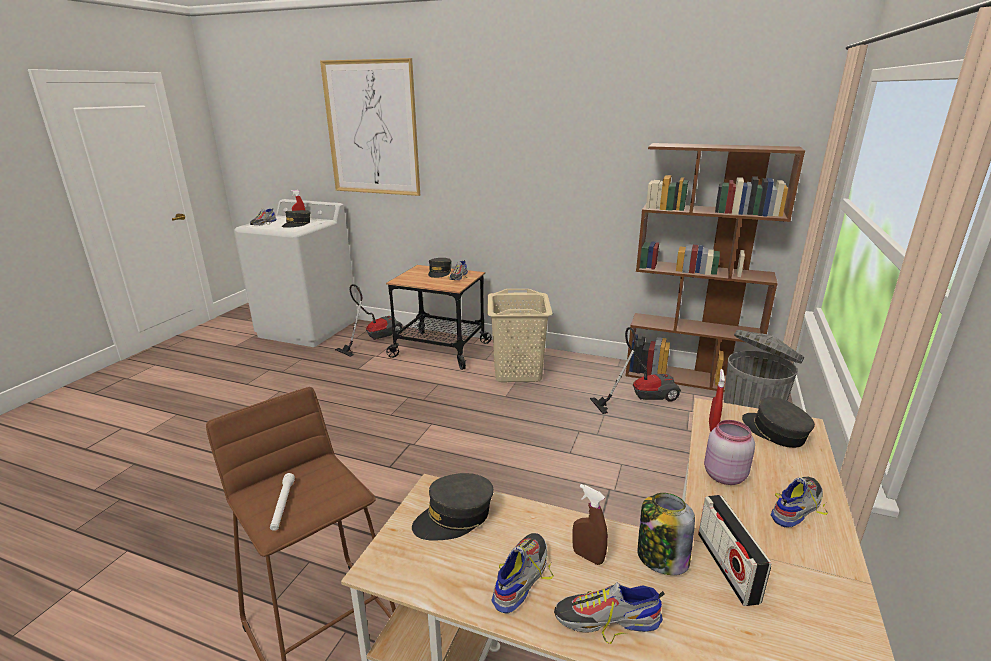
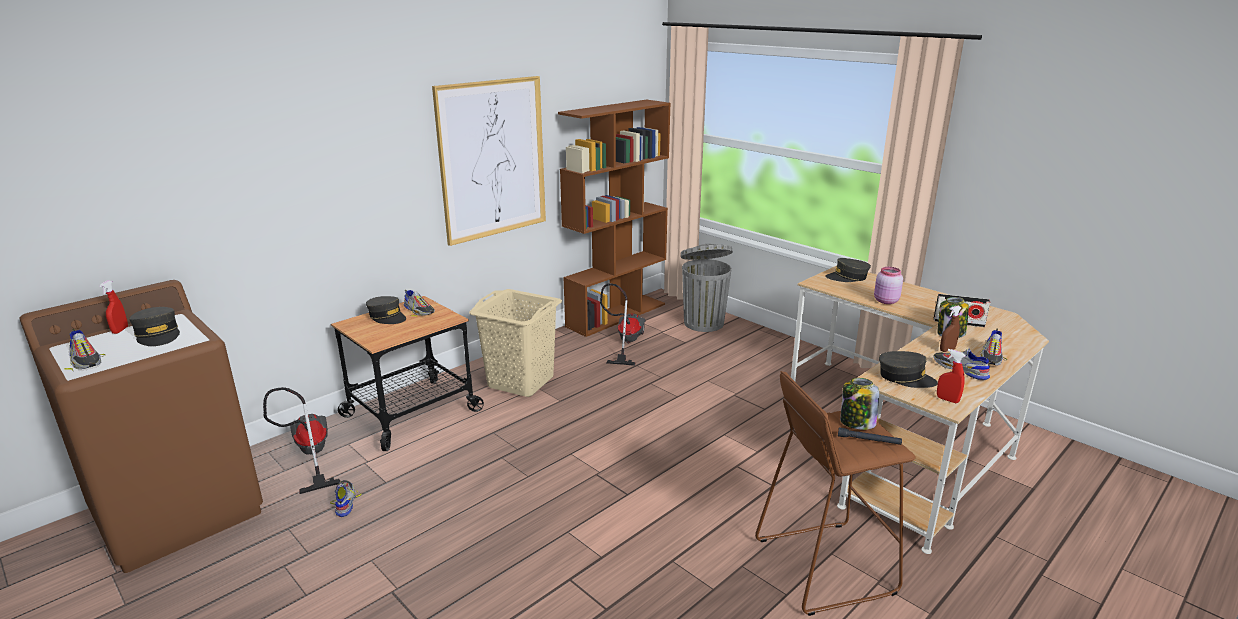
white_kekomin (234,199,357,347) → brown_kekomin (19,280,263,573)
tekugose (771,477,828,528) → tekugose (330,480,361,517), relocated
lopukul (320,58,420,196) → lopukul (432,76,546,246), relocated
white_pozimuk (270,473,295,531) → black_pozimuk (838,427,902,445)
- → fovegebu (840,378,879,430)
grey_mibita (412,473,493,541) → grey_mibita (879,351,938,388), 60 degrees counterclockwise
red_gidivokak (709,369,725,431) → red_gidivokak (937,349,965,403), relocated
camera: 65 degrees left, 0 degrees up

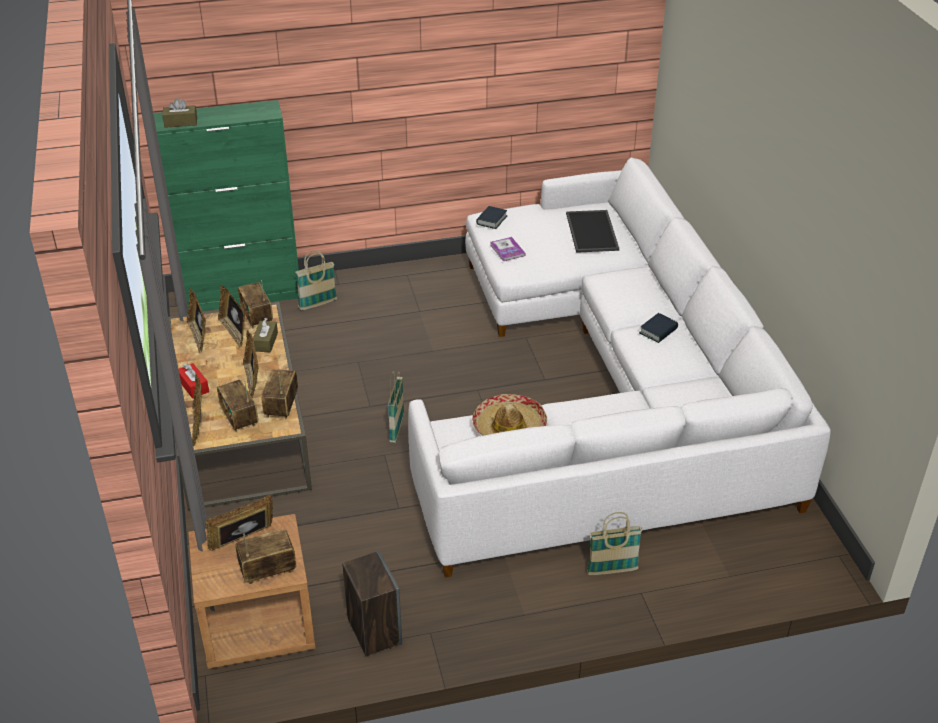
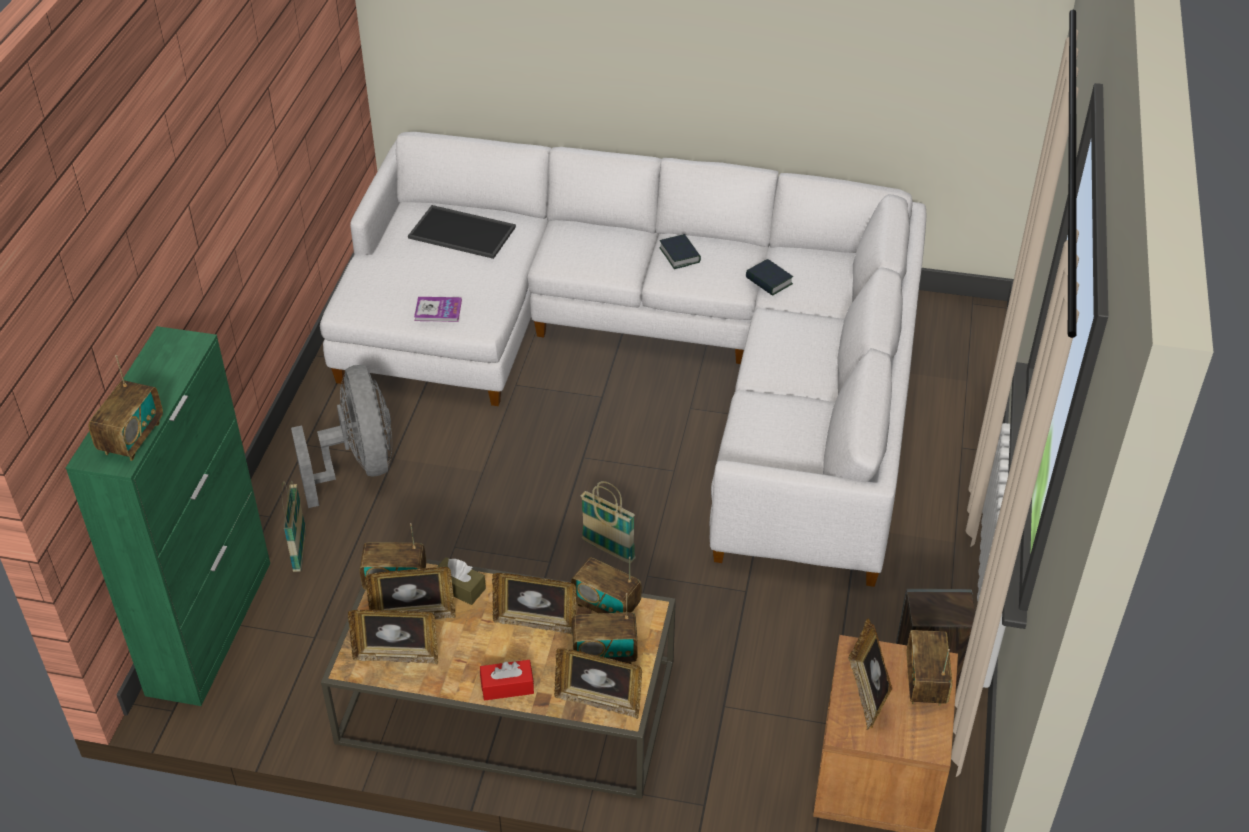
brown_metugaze (162,98,197,128) → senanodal (89,355,163,461)
- → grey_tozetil (291,365,392,508)
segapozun (476,206,507,229) → segapozun (746,259,793,296), relocated
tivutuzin (472,394,547,436) → -
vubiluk (587,512,642,575) → -
camera: 65 degrees left, 5 degrees up

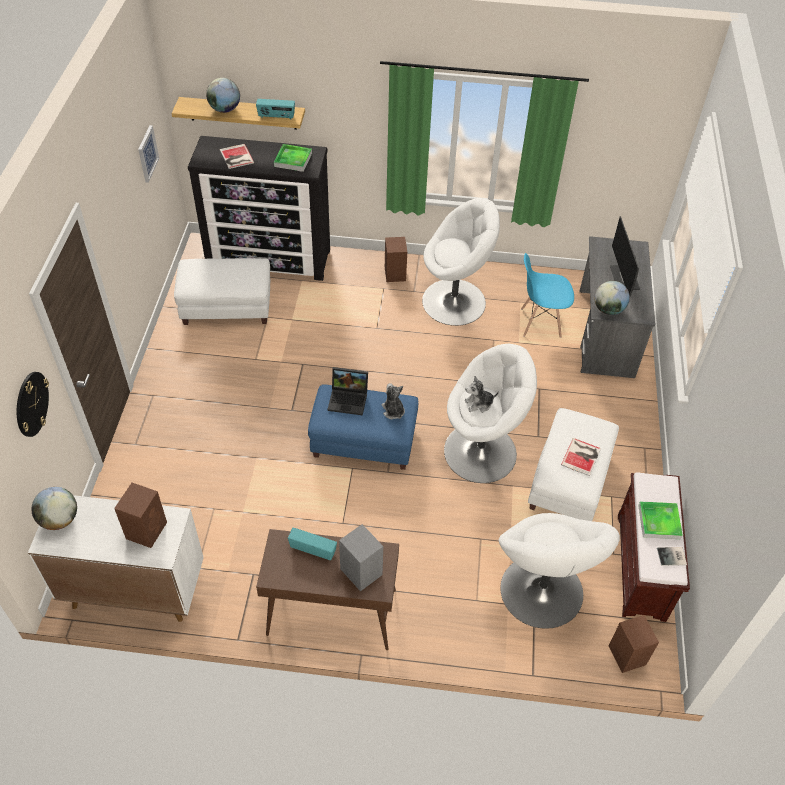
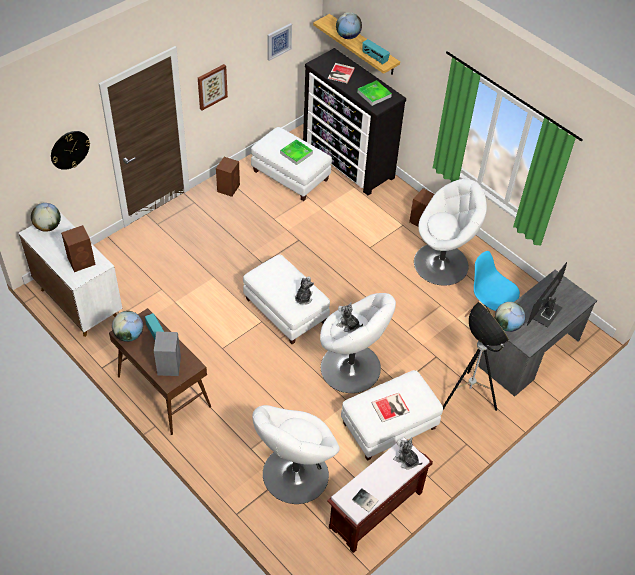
- → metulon (112,311,143,342)
- → lopukul (198,64,228,110)
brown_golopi (609,615,659,673) → brown_golopi (216,157,240,197), relocated
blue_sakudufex (308,385,418,470) → white_sakudufex (243,255,330,344)
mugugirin (638,502,683,539) → mugugirin (280,139,313,165), relocated
- → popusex (393,438,422,469)
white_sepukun (422,198,500,326) → white_sepukun (414,179,487,286), 45 degrees counterclockwise
- → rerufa (443,302,509,411)
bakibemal (328,367,368,416) → -
camera: 40 degrees right, 0 degrees up

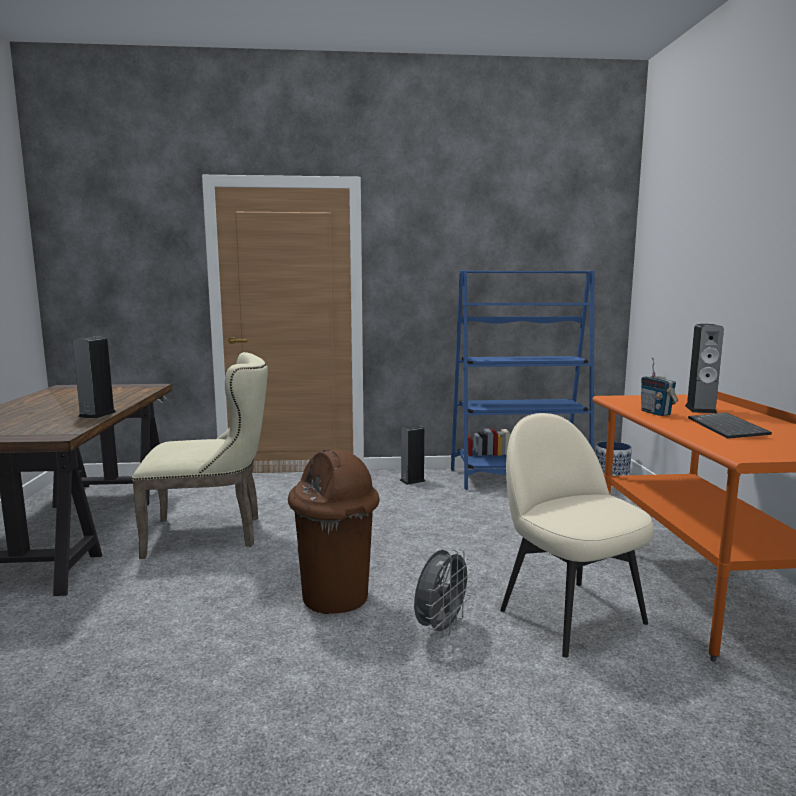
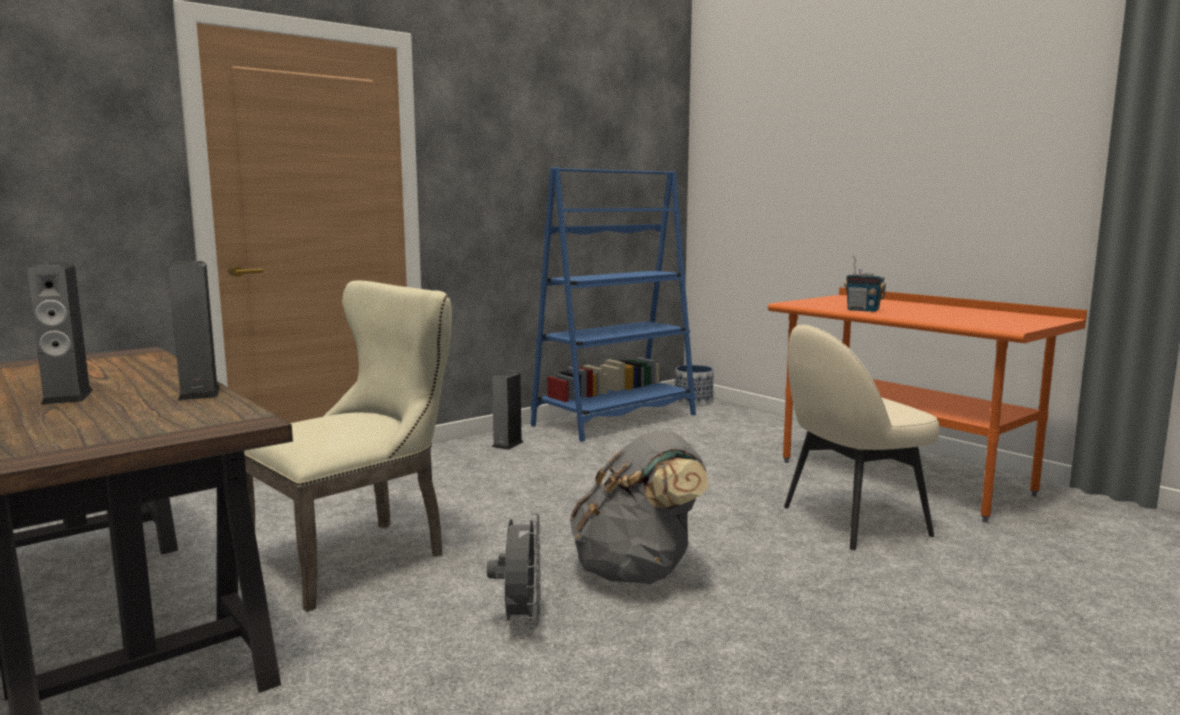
golopi (685,324,724,413) → golopi (27,262,93,405), relocated
grey_tozetil (414,549,473,638) → grey_tozetil (487,512,541,629), relocated
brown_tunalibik (288,449,379,614) → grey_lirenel (570,430,708,584)
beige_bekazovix (500,413,654,658) → beige_bekazovix (784,324,940,550), 45 degrees counterclockwise
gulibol (688,413,772,439) → -
camera: 35 degrees left, 0 degrees up

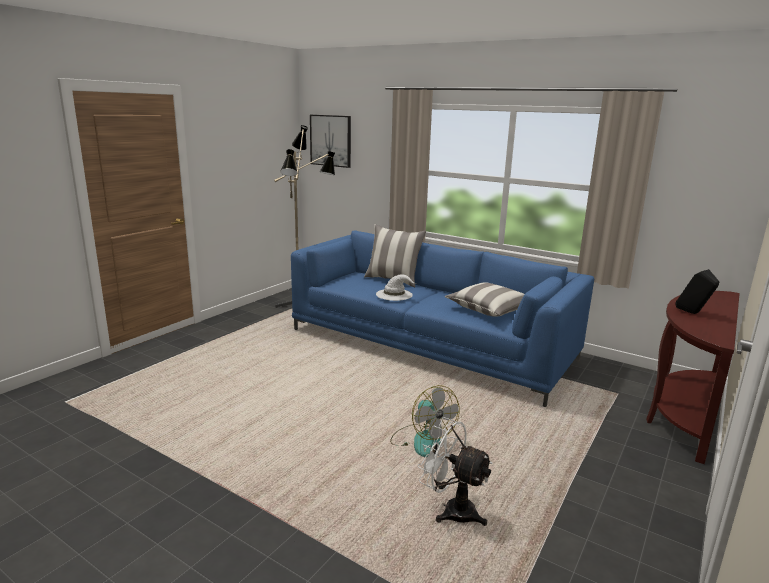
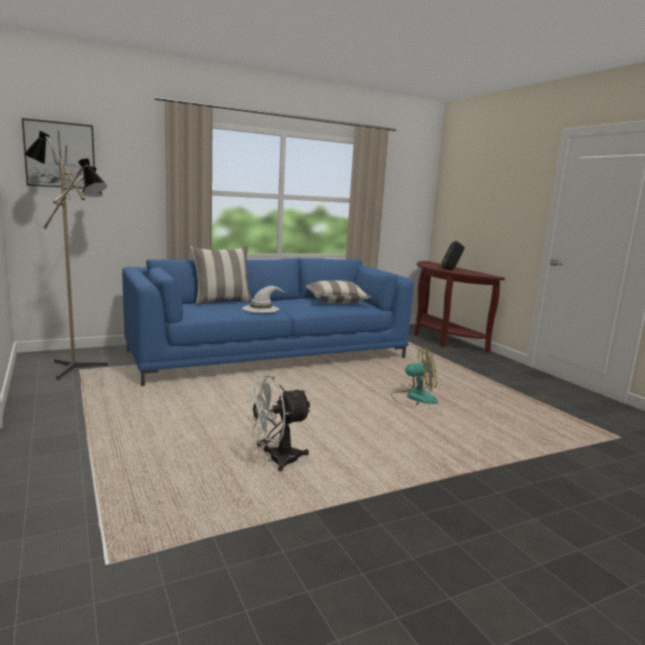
white_tozetil (417,417,493,526) → white_tozetil (247,375,312,471), relocated
camera: 60 degrees left, 5 degrees down

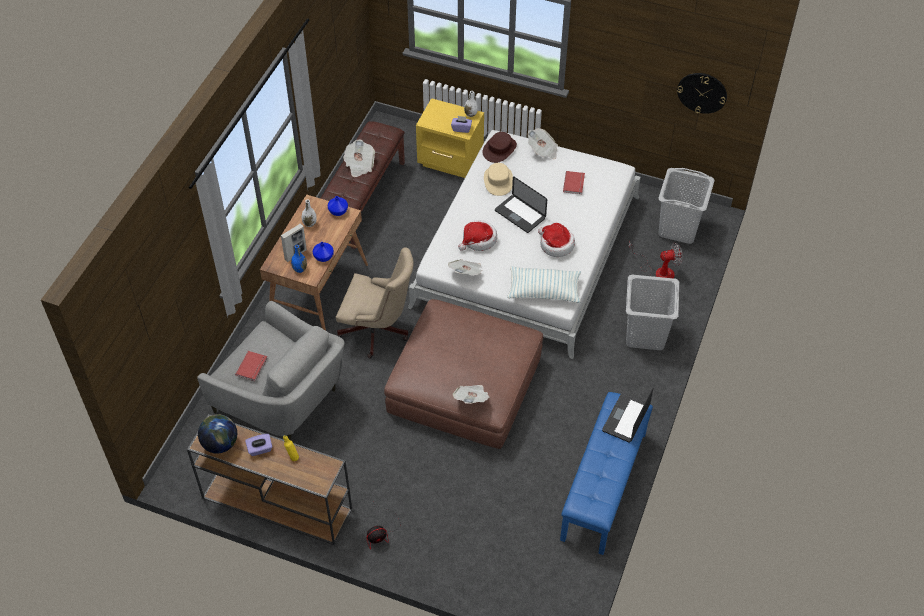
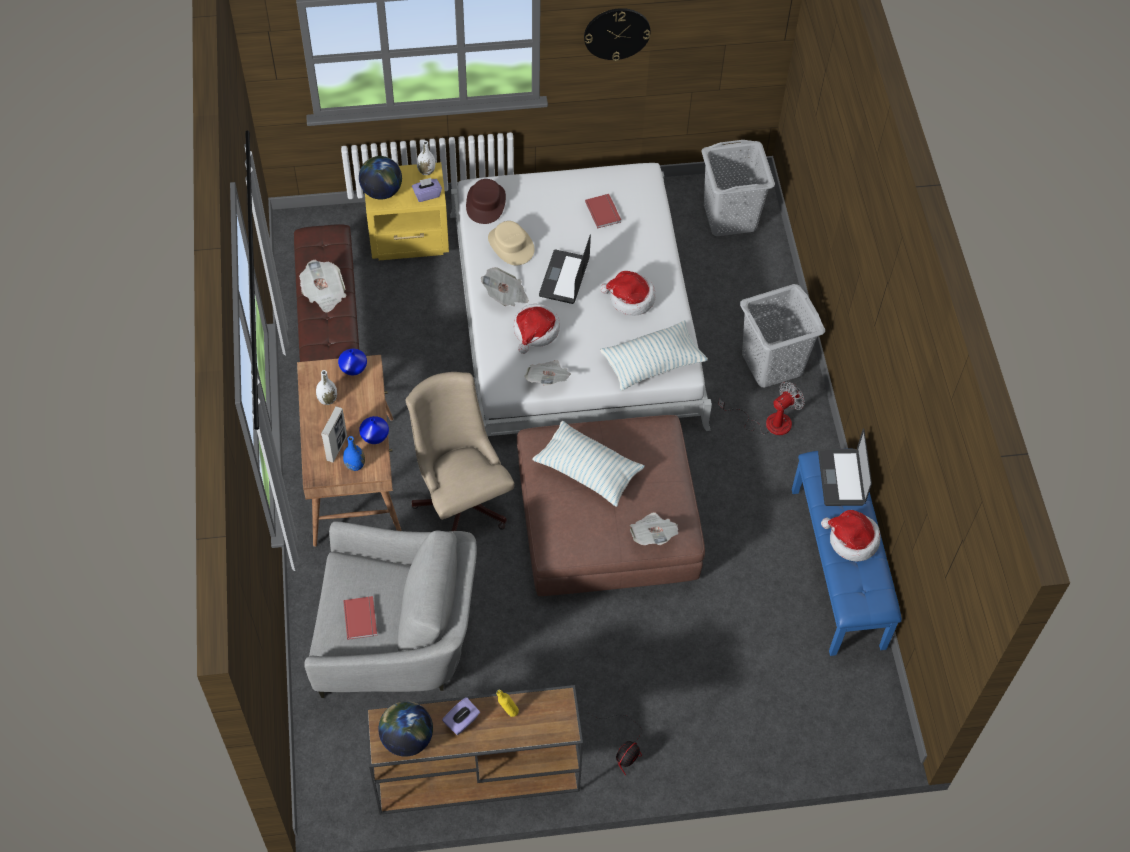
- → metulon (359,156,402,200)
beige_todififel (336,248,414,358) → beige_todififel (406,372,514,531), 105 degrees counterclockwise
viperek (528,128,558,159) → viperek (481,268,529,306), relocated
- → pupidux (532,421,645,507)
bakibemal (495,176,547,233) → bakibemal (539,234,591,304), 90 degrees clockwise
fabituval (677,73,727,114) → fabituval (584,8,650,61), relocated
tozetil (629,240,683,278) → tozetil (718,381,805,435), relocated
- → tivutuzin (821,510,881,561)
camera: 30 degrees left, 5 degrees up

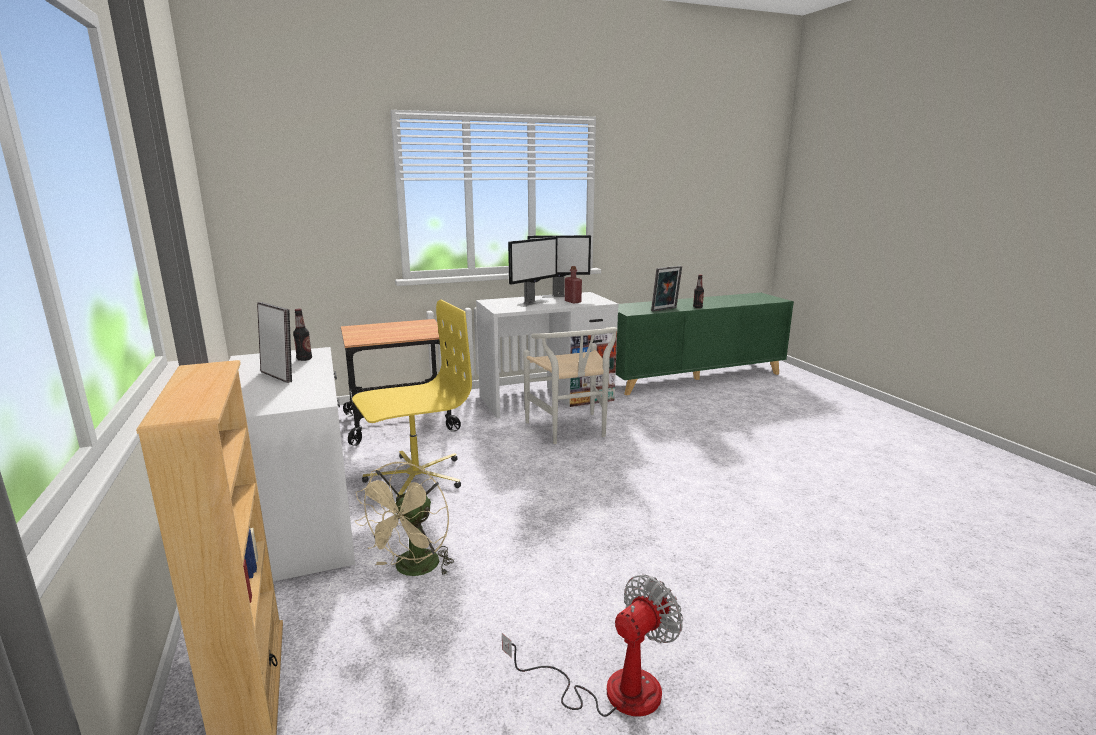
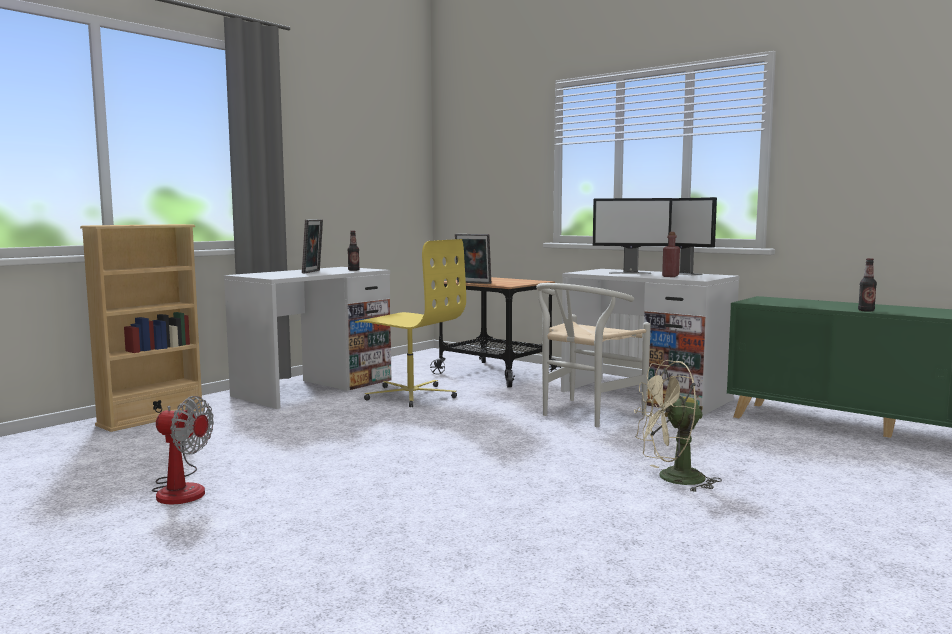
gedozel (651,266,682,312) → gedozel (455,234,491,284), relocated
beige_tozetil (355,462,454,576) → beige_tozetil (634,360,722,492), relocated
camera: 60 degrees right, 10 degrees down

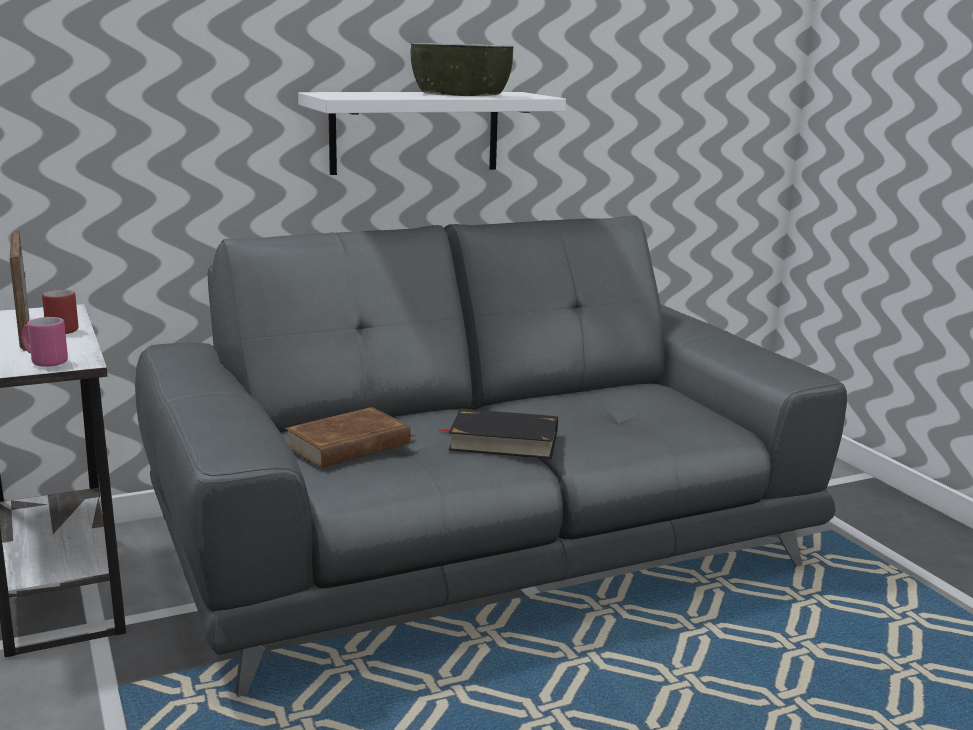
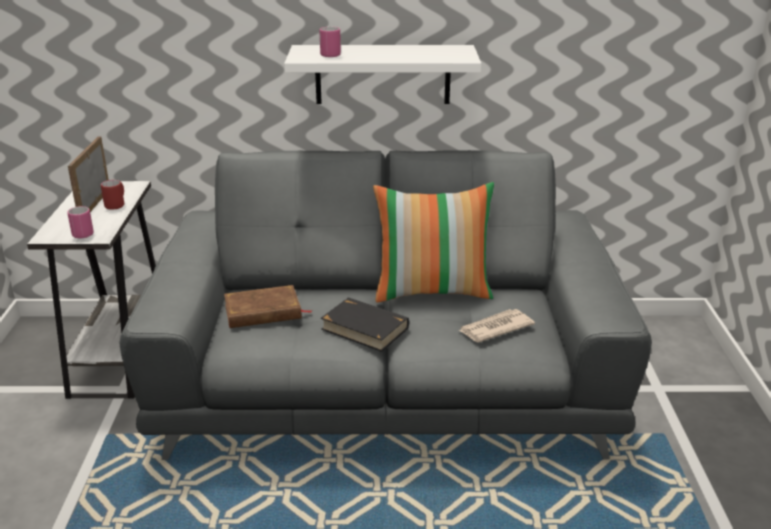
- → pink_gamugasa (319,27,341,57)
- → pupidux (373,182,494,303)
- → viperek (459,309,535,342)
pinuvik (411,43,514,96) → -
camera: 25 degrees right, 10 degrees up

